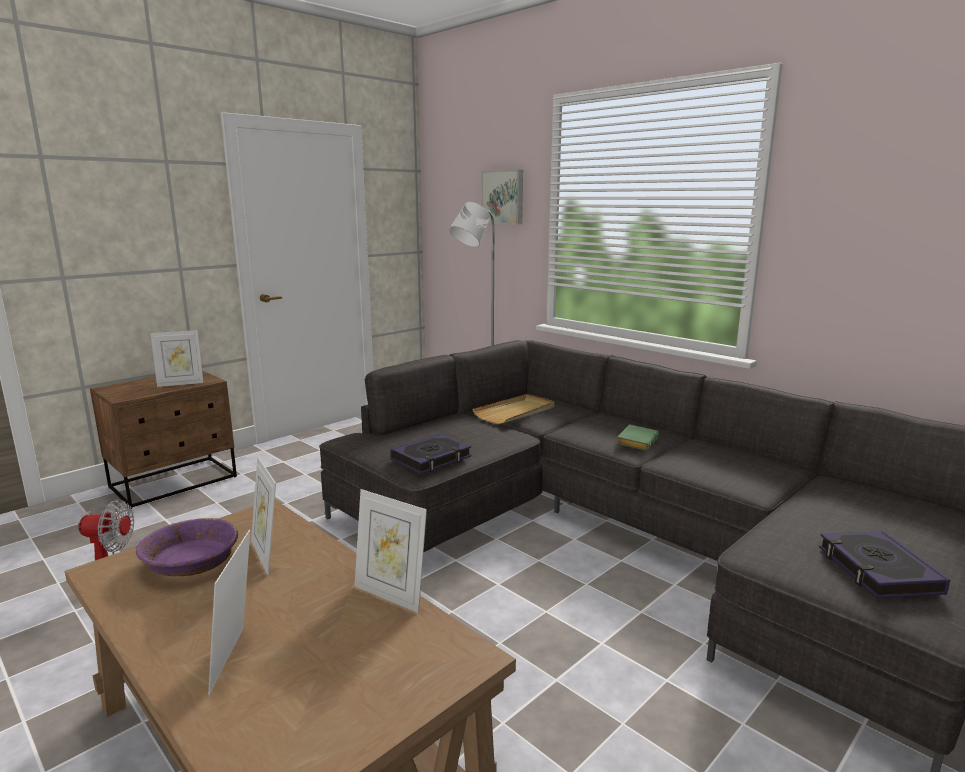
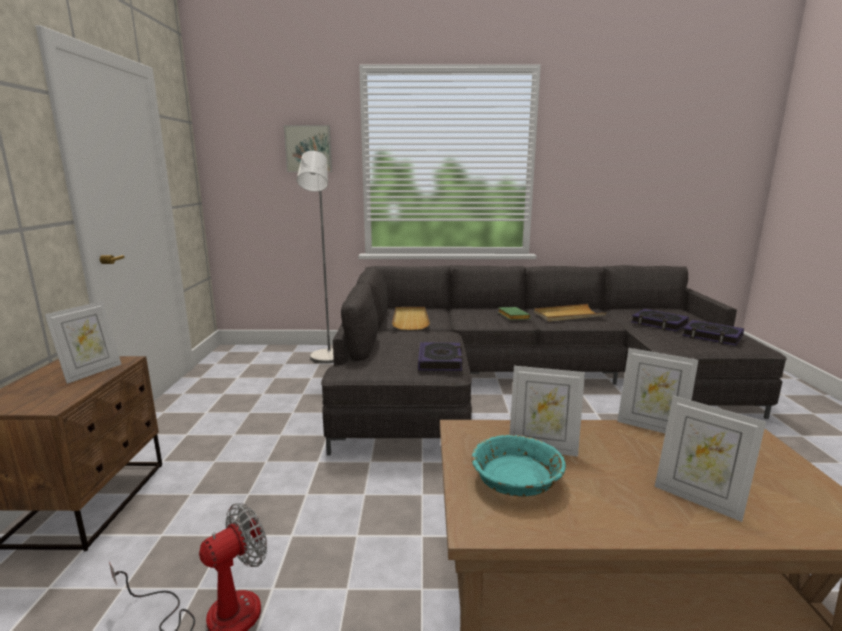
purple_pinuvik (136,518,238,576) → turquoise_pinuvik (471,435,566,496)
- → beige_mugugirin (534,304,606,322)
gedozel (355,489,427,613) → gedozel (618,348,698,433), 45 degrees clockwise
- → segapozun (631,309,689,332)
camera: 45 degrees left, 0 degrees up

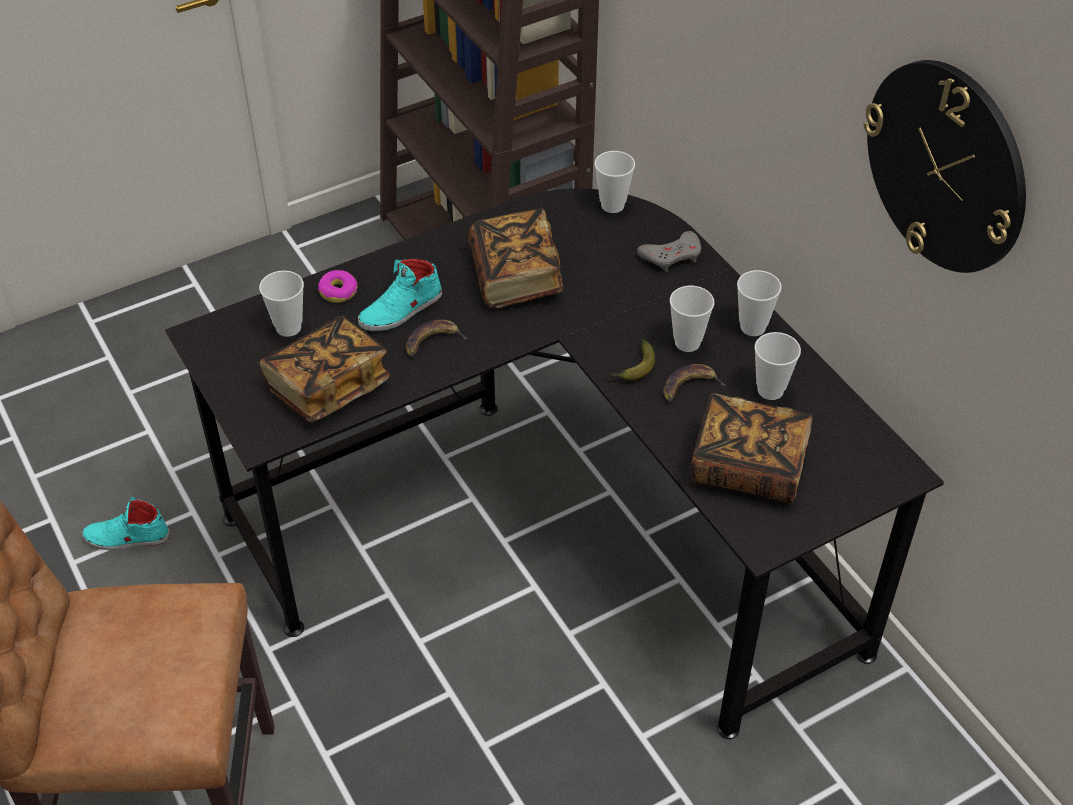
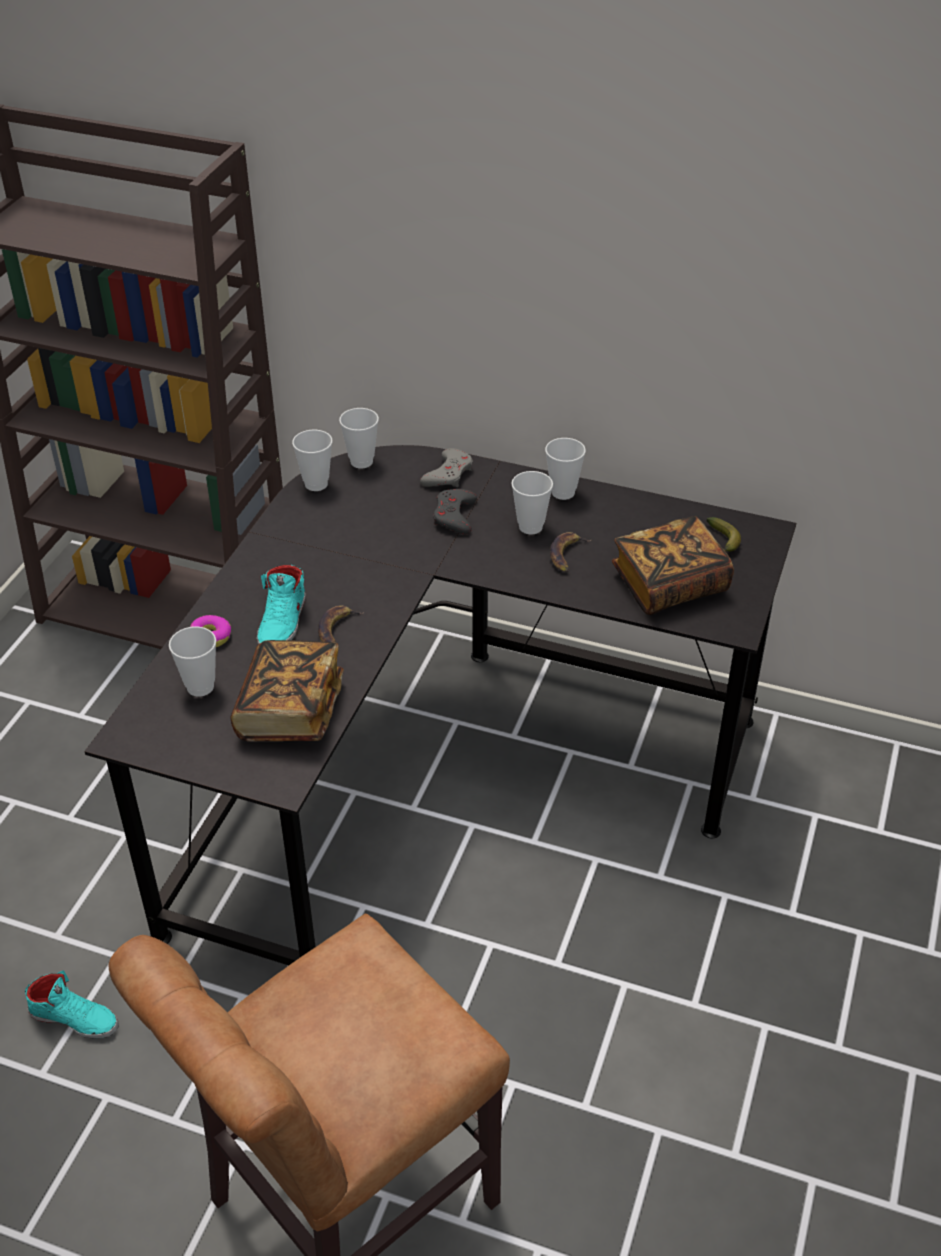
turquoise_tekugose (82,497,170,550) → turquoise_tekugose (25,970,119,1039), 120 degrees counterclockwise
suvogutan (755,332,801,400) → suvogutan (292,430,332,491), relocated
- → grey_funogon (433,489,477,535)
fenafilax (608,339,655,381) → fenafilax (707,517,741,552), relocated
segapozun (468,209,563,309) → -
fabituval (863,60,1026,273) → -
camera: 40 degrees left, 5 degrees down

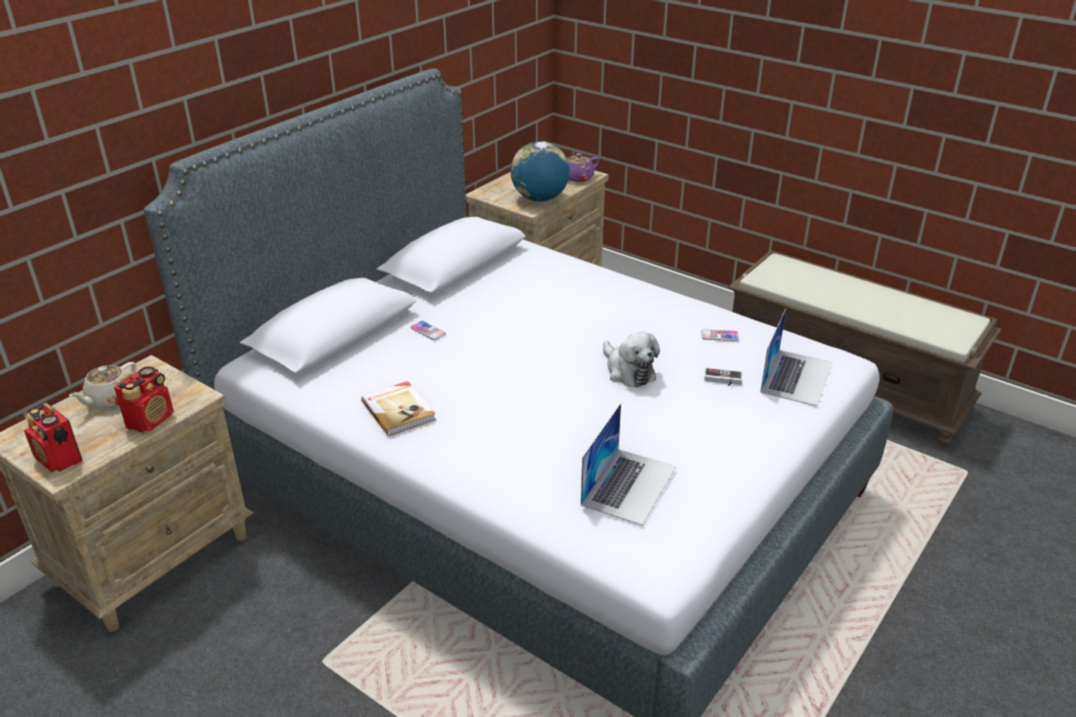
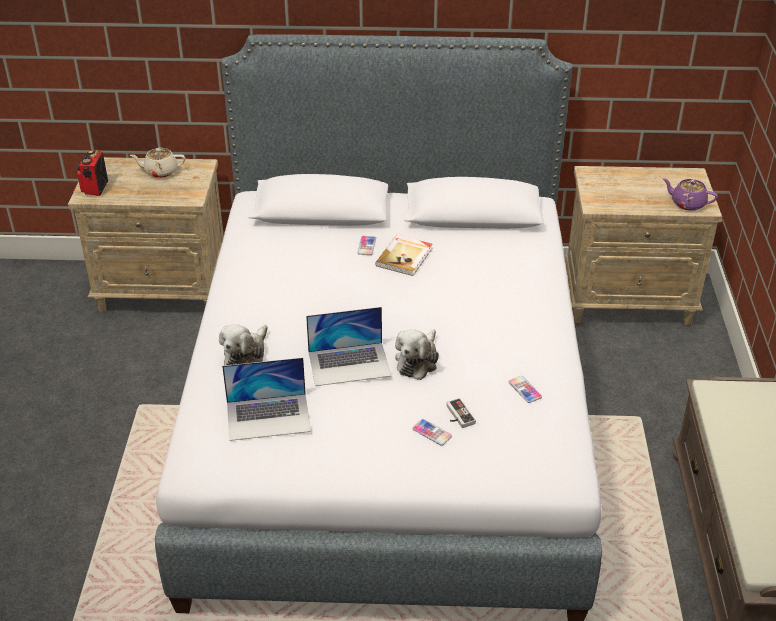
- → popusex (219,324,267,365)
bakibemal (760,308,832,406) → bakibemal (306,307,391,386), relocated
segapozun (361,381,436,436) → segapozun (375,235,432,276), relocated
- → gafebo (412,419,452,446)
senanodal (114,366,174,433) → -
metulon (511,141,570,201) → -
camera: 55 degrees right, 5 degrees up

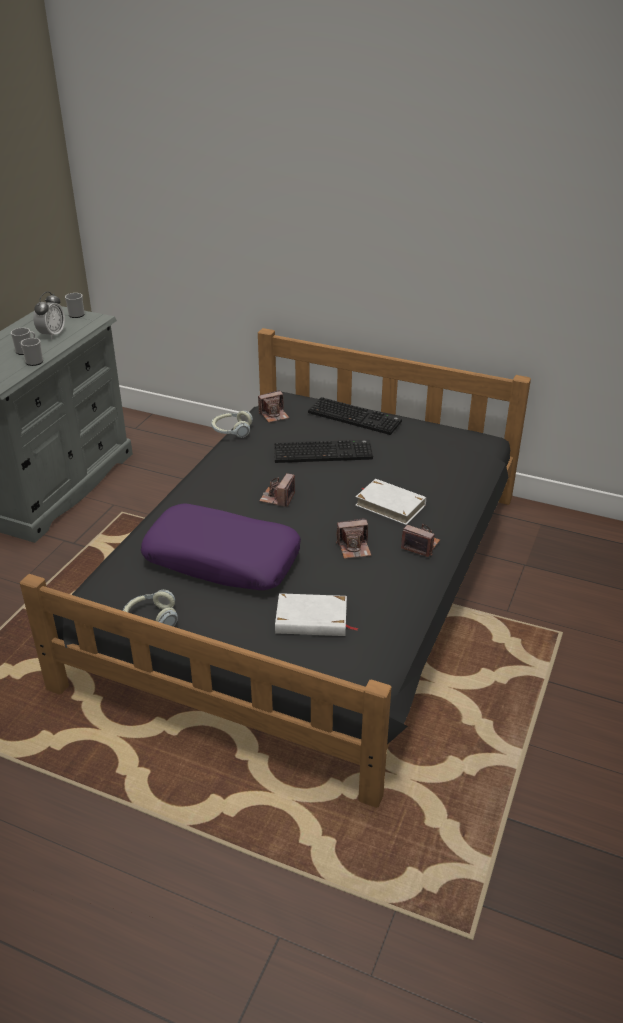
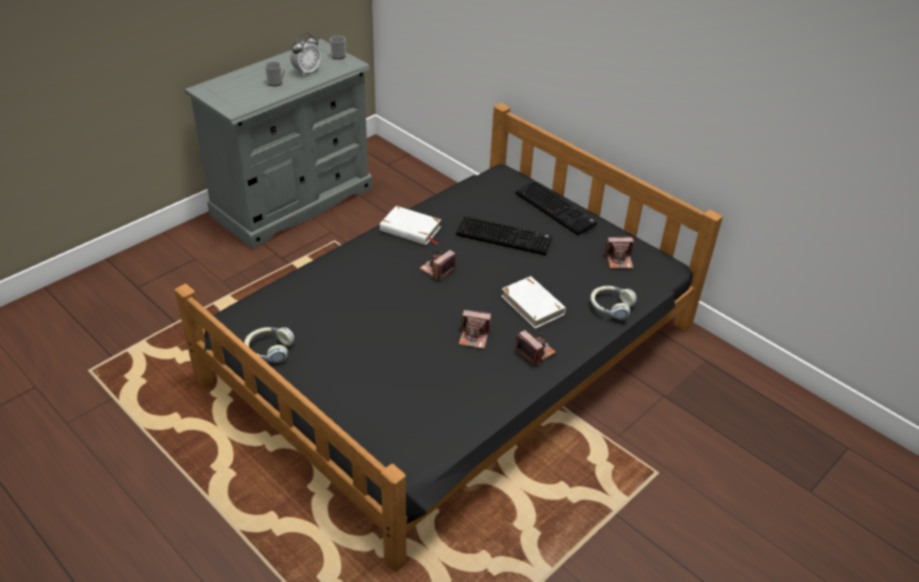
white_segapozun (275,593,359,636) → white_segapozun (380,206,441,245), relocated
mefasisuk (211,410,253,437) → mefasisuk (590,286,637,320), relocated
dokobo (258,390,289,423) → dokobo (604,236,634,268), relocated
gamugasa (20,338,43,366) → -
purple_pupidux (141,504,301,590) → -
camera: 20 degrees right, 5 degrees up

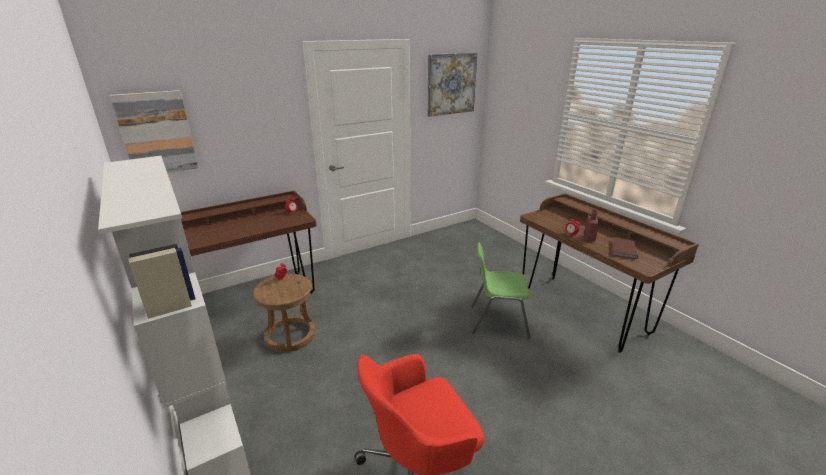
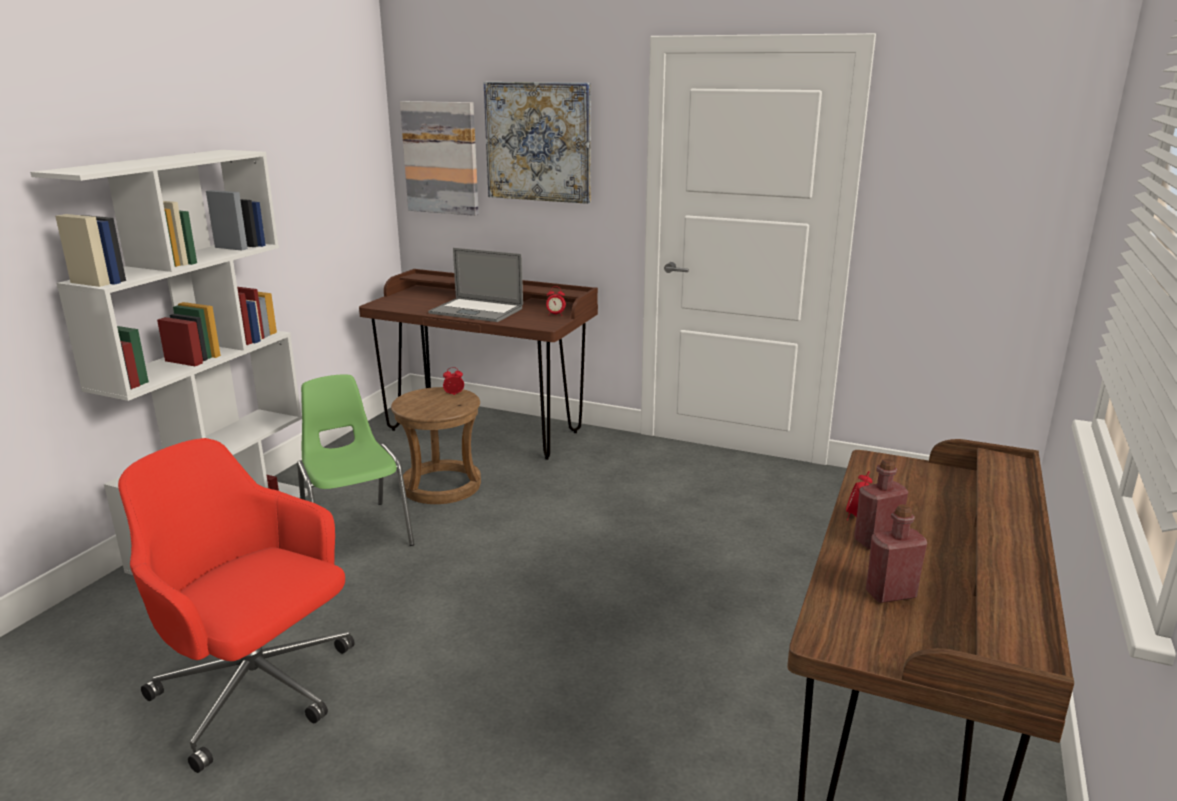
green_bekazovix (471,243,531,339) → green_bekazovix (297,375,414,546), relocated
- → bakibemal (428,248,523,322)
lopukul (427,52,477,117) → lopukul (484,82,591,204), relocated
brown_segapozun (612,237,638,259) → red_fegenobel (866,504,927,603)
camera: 55 degrees right, 5 degrees down

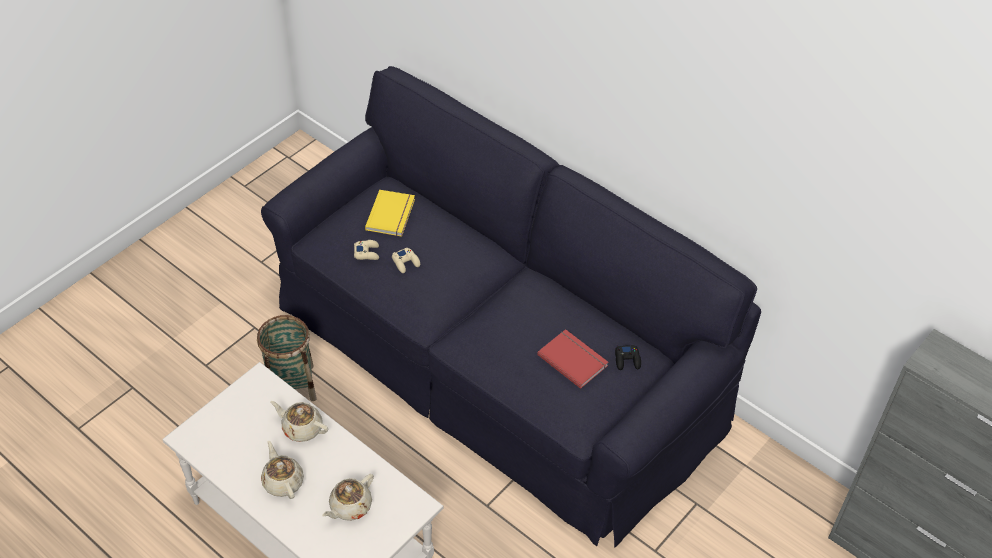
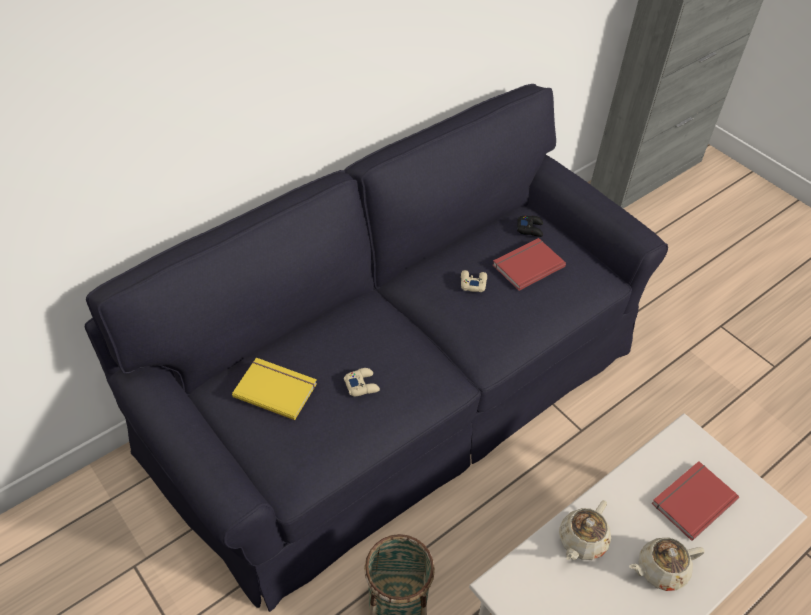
beige_funogon (354,240,379,260) → beige_funogon (461,270,487,292), relocated
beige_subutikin (322,473,374,521) → red_segapozun (651,461,739,541)
camera: 80 degrees left, 0 degrees up

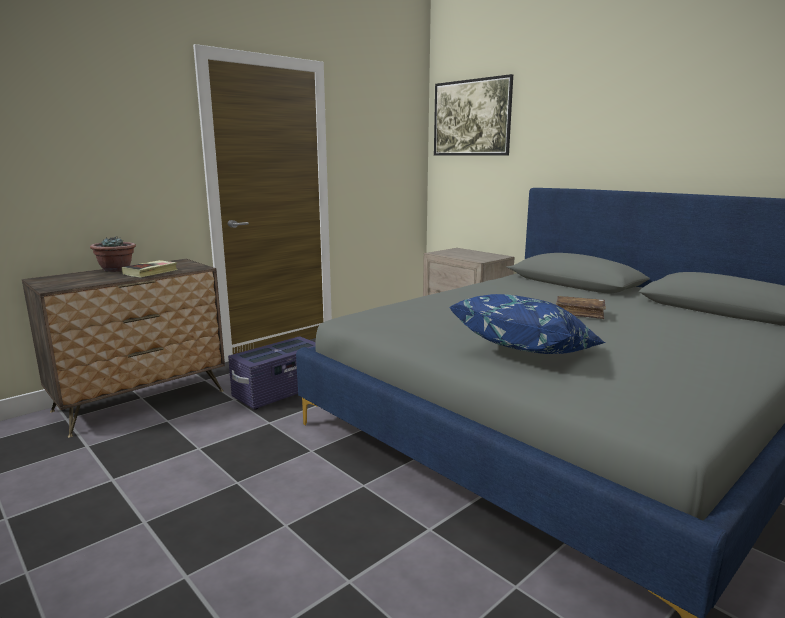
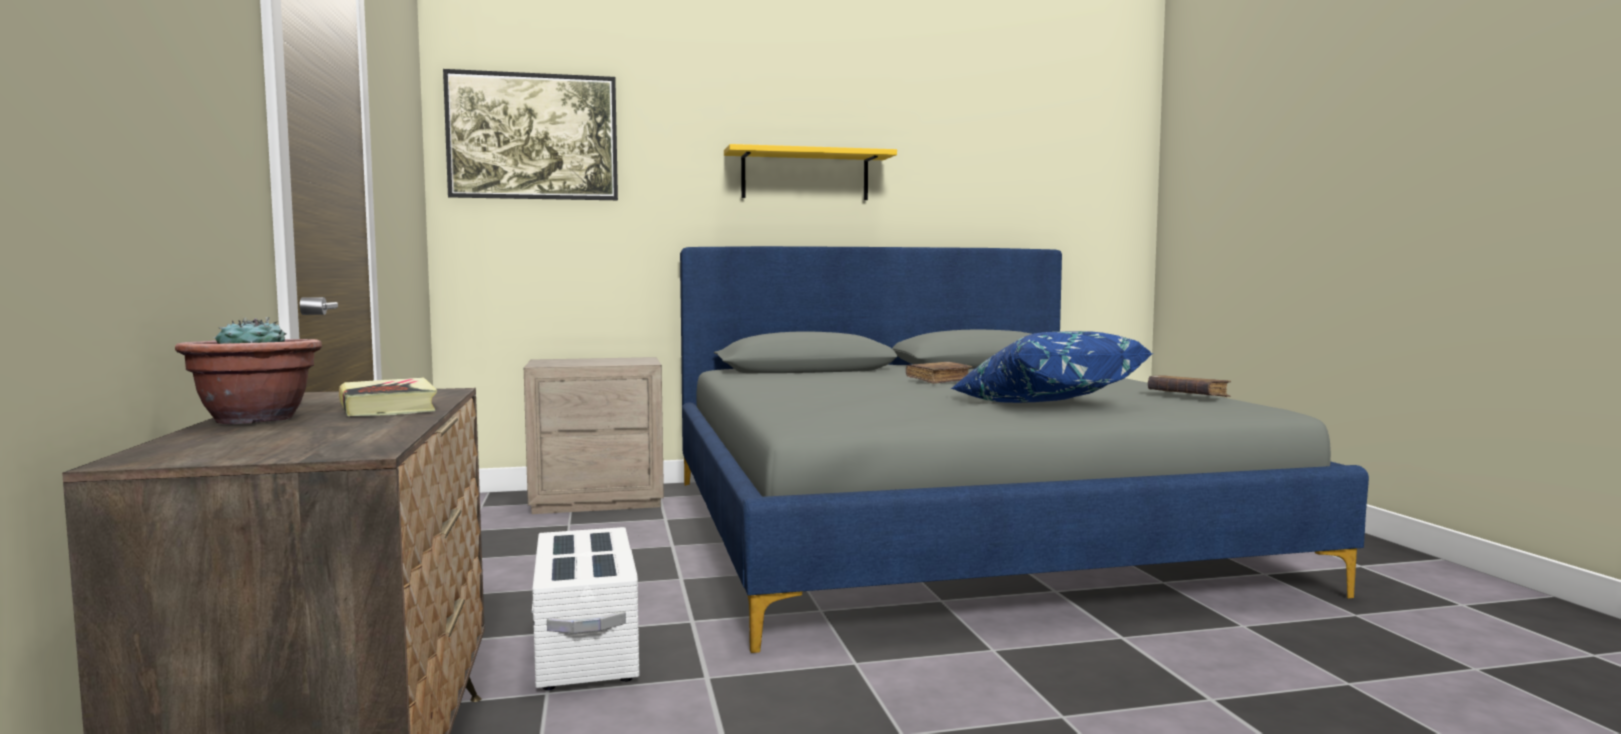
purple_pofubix (228,336,316,410) → white_pofubix (532,527,639,690)
- → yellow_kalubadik (724,144,897,200)
- → brown_segapozun (1148,375,1231,397)
camera: 60 degrees left, 10 degrees down

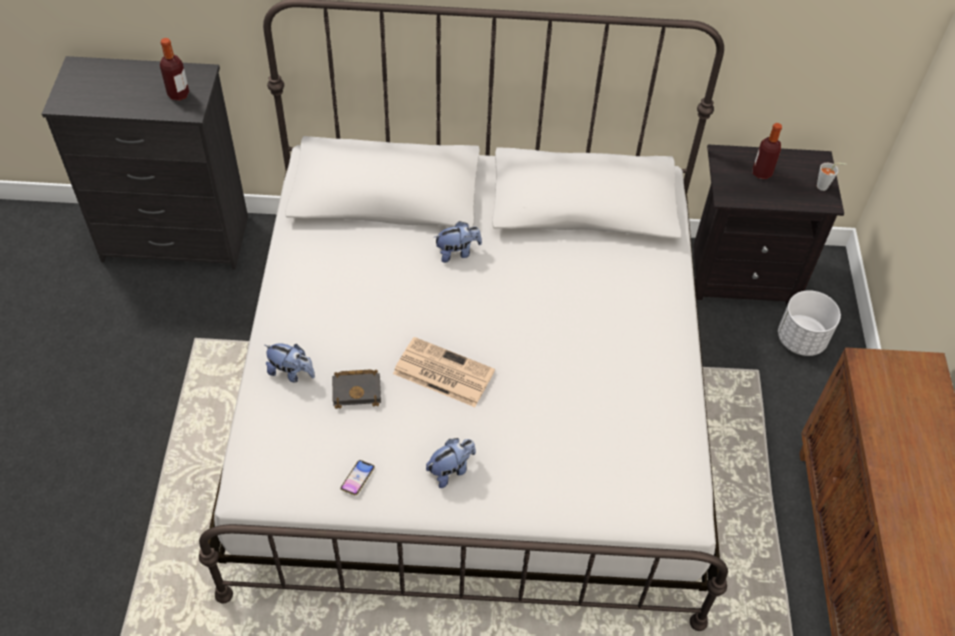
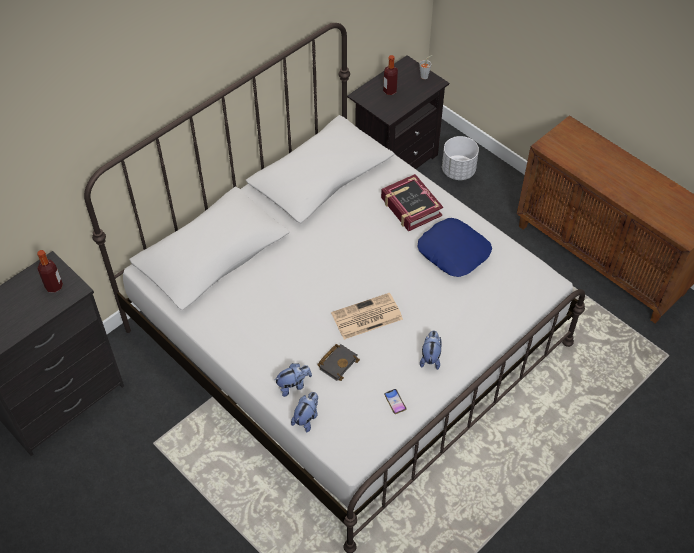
popusex (435,221,482,263) → popusex (291,392,318,433), relocated
- → segapozun (381,174,443,231)
- → blue_pupidux (417,218,492,277)
camera: 45 degrees left, 0 degrees up

